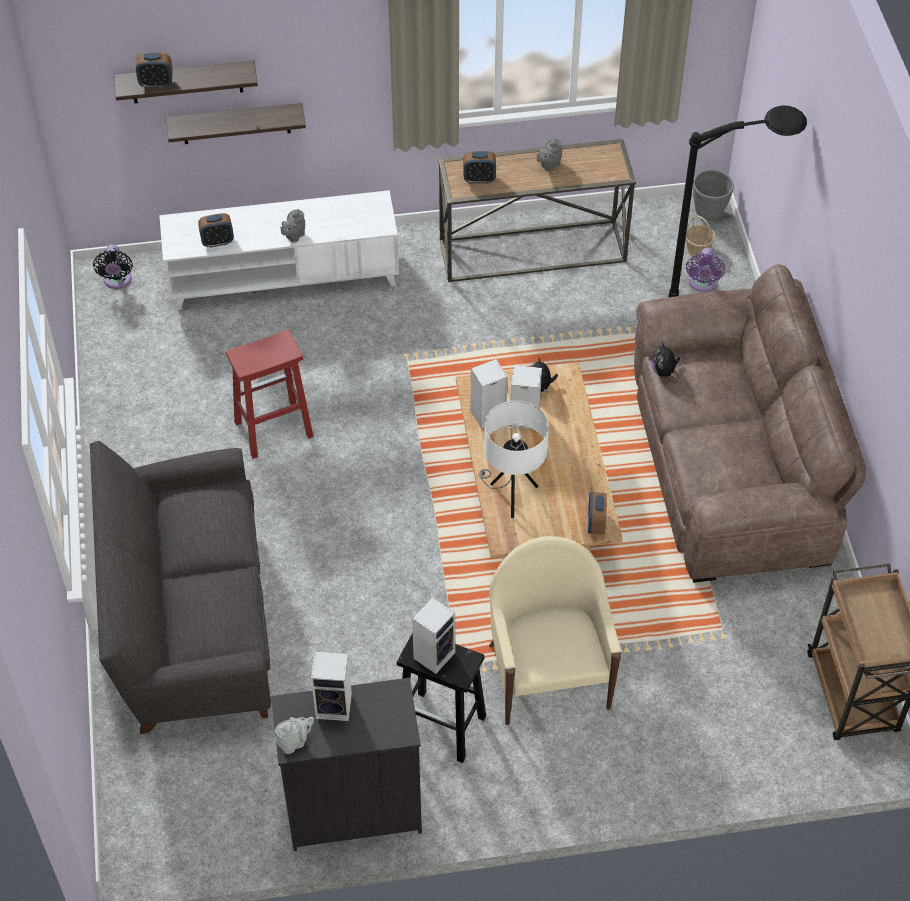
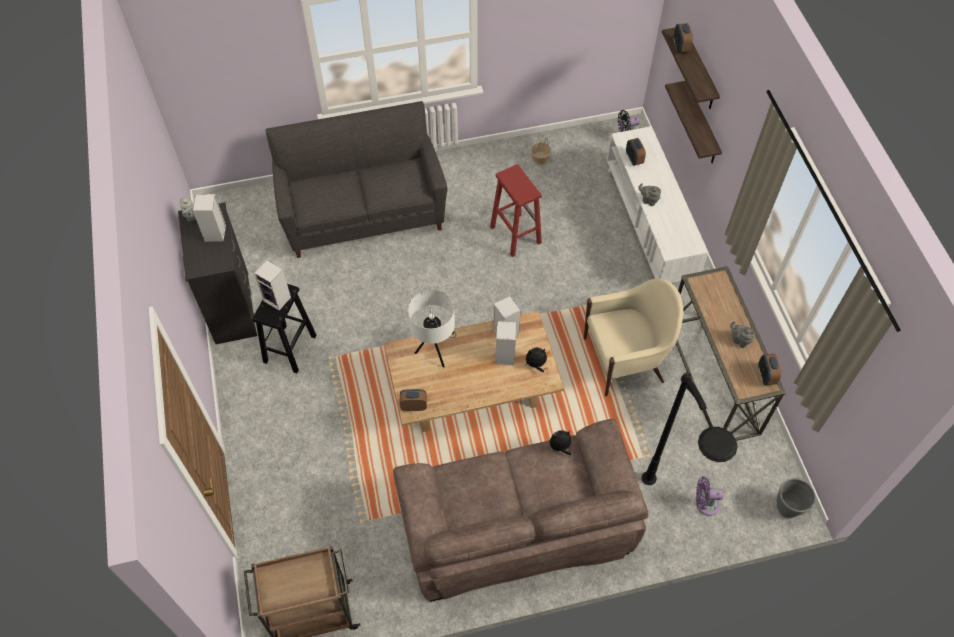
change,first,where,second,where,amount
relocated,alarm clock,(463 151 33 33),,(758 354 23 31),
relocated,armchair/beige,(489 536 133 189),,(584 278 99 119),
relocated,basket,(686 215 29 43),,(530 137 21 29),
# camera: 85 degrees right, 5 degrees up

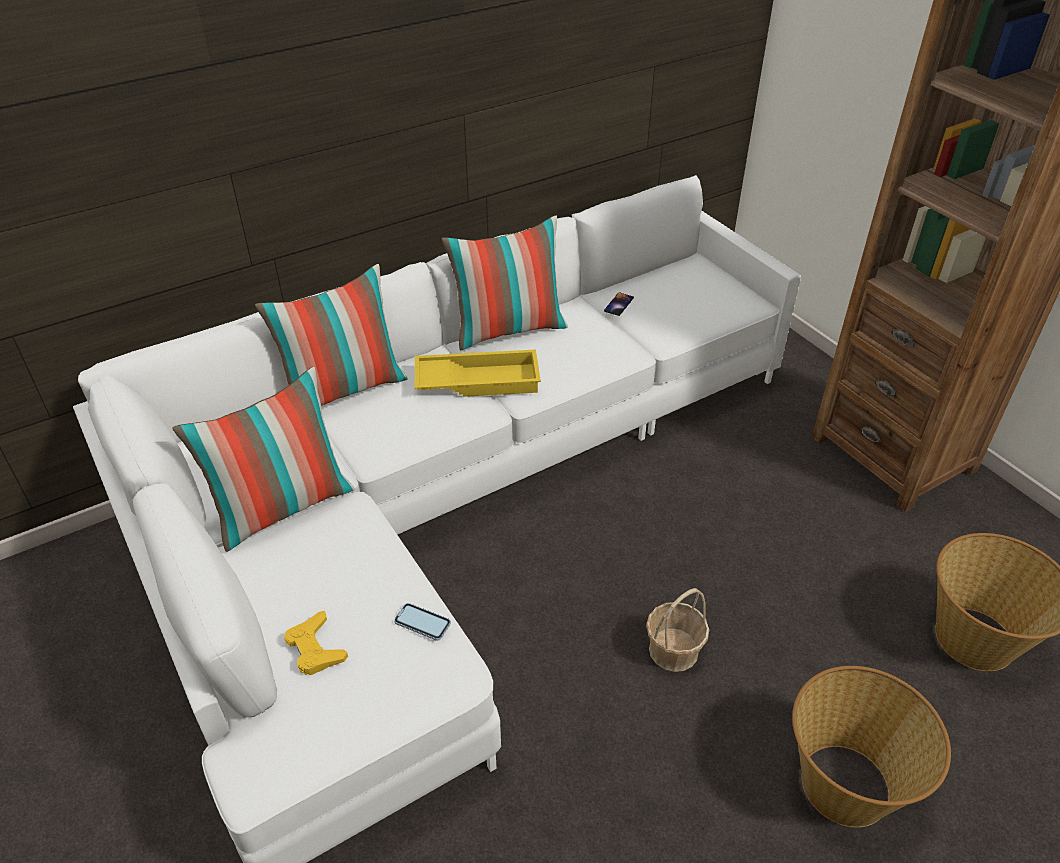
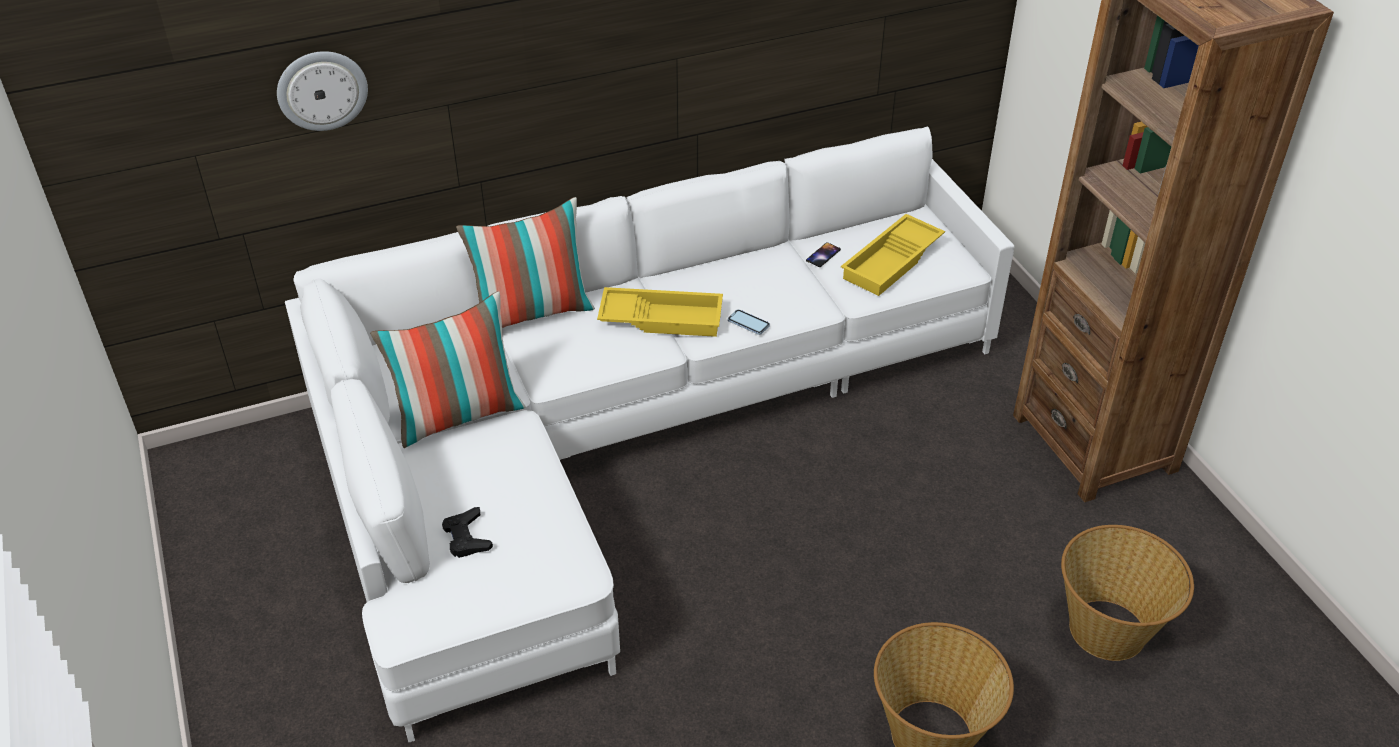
change,first,where,second,where,amount
missing,pillow,(442 216 126 134),,,
missing,basket,(646 588 63 84),,,
appeared,,,wall clock,(277 51 91 80),
appeared,,,tray/yellow,(841 214 104 82),
relocated,phone,(394 603 57 38),,(728 309 42 26),
colour,game controller/yellow,(284 611 64 64),game controller/black,(442 507 51 51),
# camera: 10 degrees right, 0 degrees up

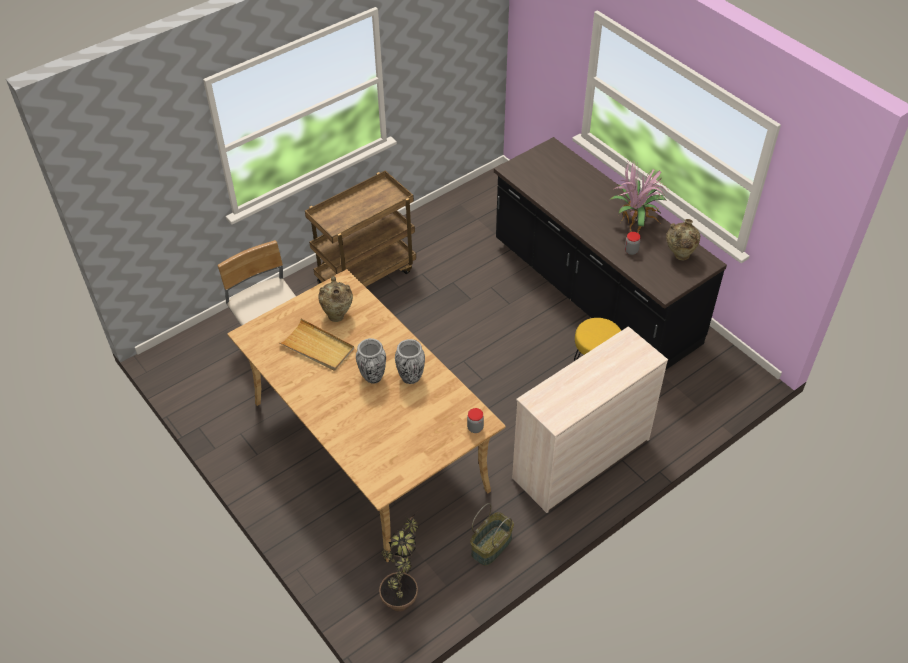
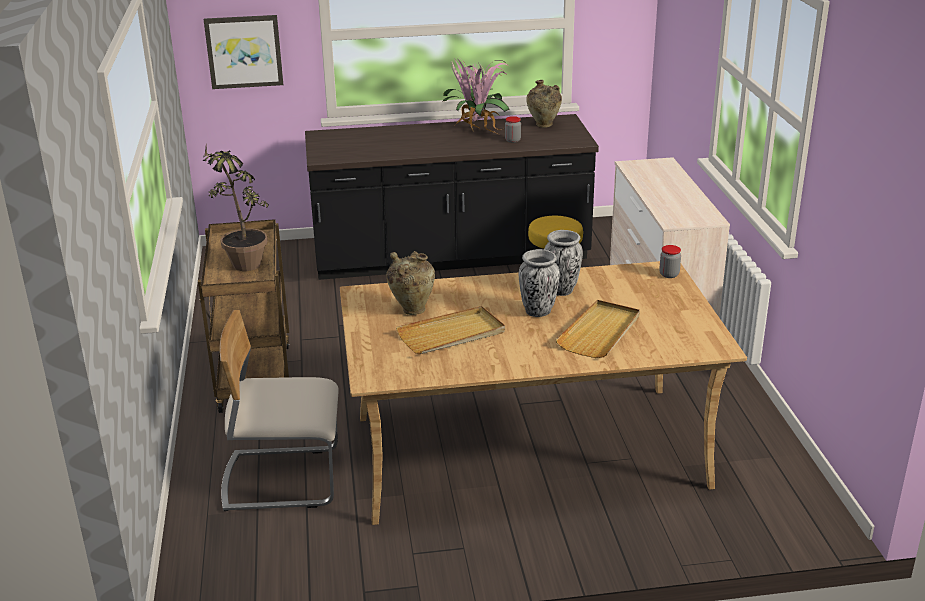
change,first,where,second,where,amount
missing,basket,(470 503 44 63),,,
appeared,,,picture,(204 15 79 74),
appeared,,,tray/beige,(556 300 84 58),
relocated,potted plant,(379 511 40 101),,(202 145 67 126),
# camera: 60 degrees left, 20 degrees down

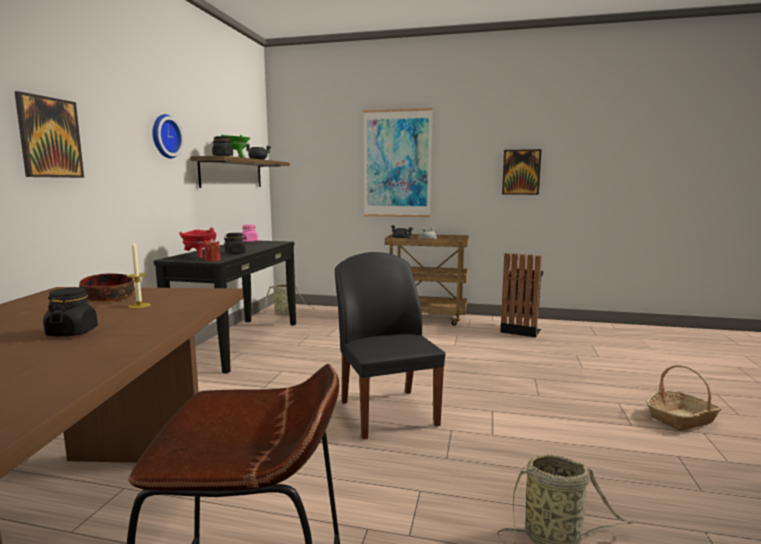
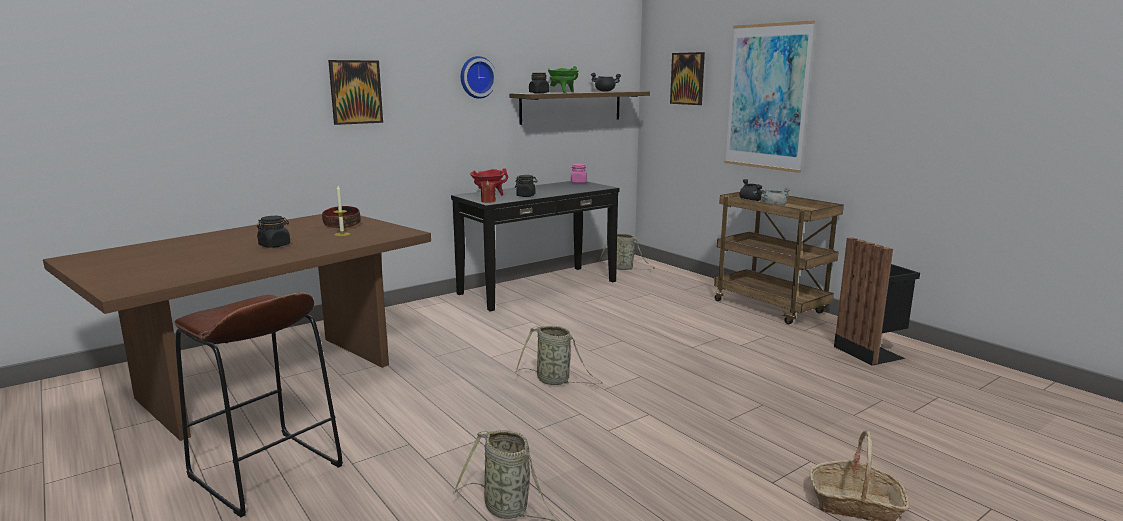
change,first,where,second,where,amount
relocated,picture,(502 149 40 46),,(670 52 35 53),
exchanged,chair/black,(335 252 110 188),basket,(515 326 88 59),
# camera: 40 degrees right, 5 degrees up

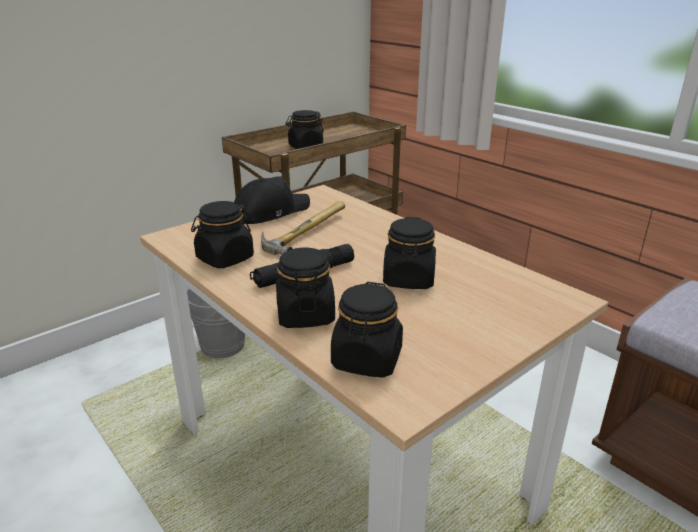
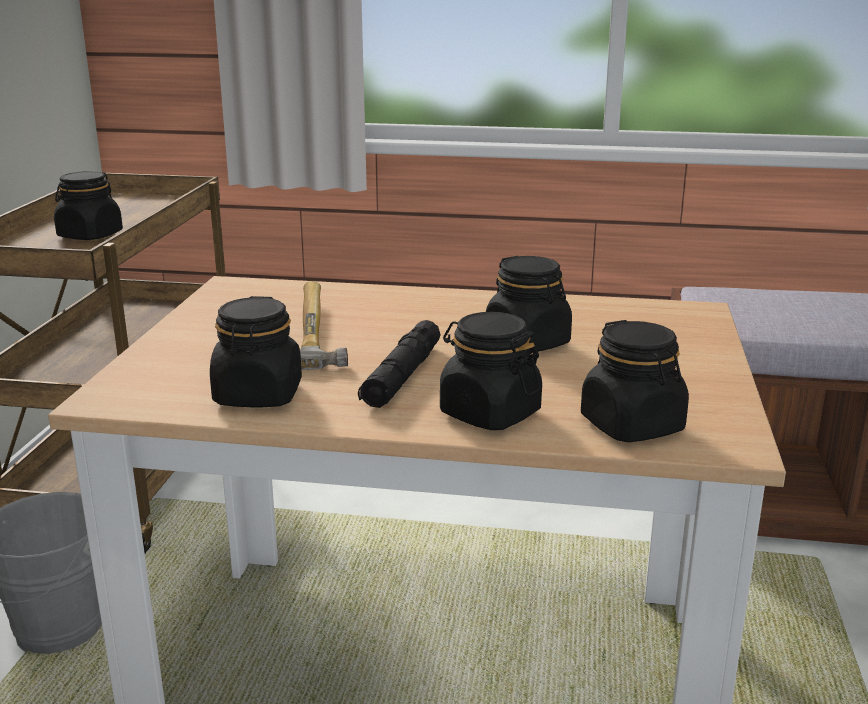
change,first,where,second,where,amount
missing,cap/black,(235 176 75 48),,,
# camera: 40 degrees left, 5 degrees down

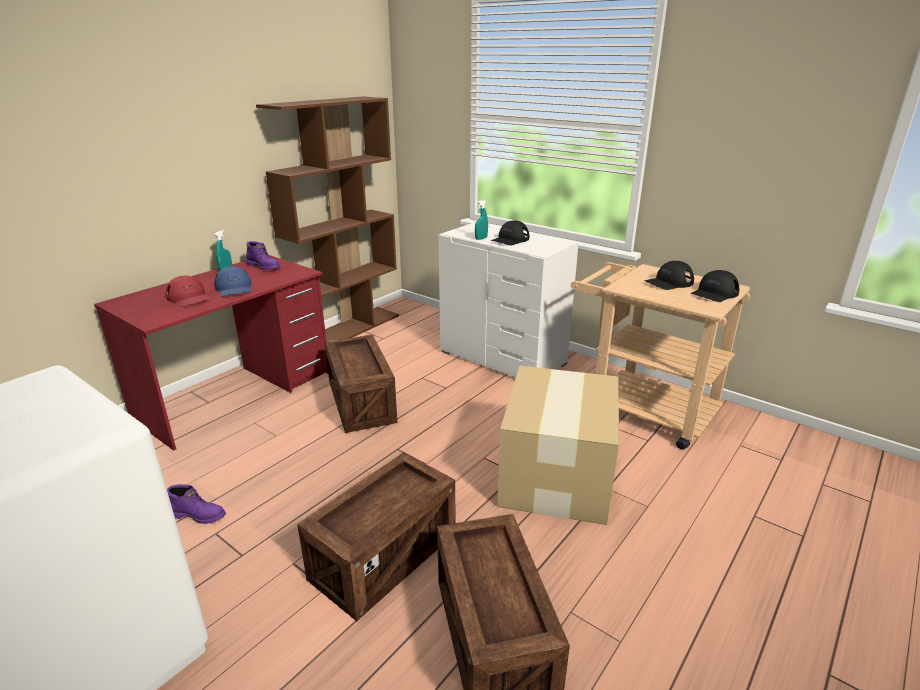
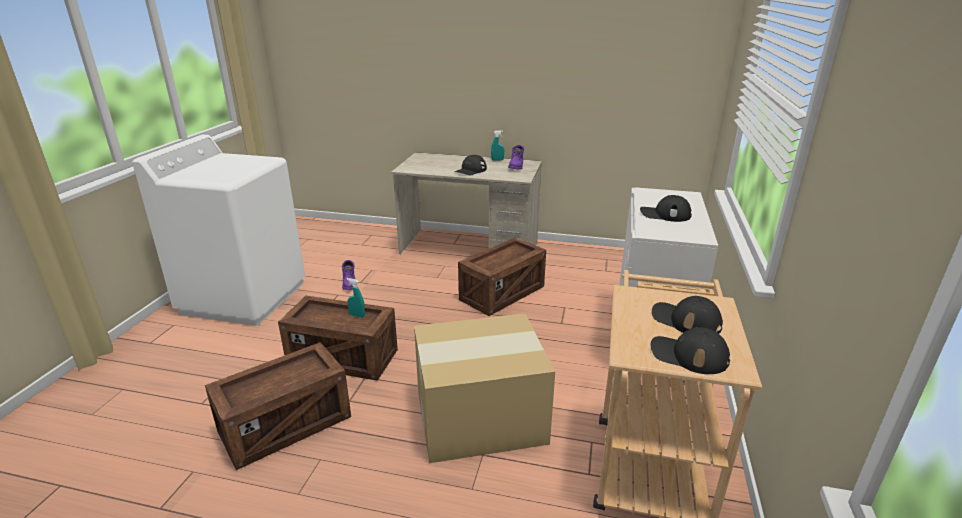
change,first,where,second,where,amount
missing,cap/red,(166 276 45 31),,,
missing,bookcase/brown,(256 97 143 244),,,
relocated,spray bottle/turquoise,(475 200 13 40),,(347 278 18 40),
colour,desk/red,(94 255 234 196),desk/beige,(391 152 151 102),
colour,cap/blue,(214 266 38 30),cap/black,(455 155 32 20),
# camera: 65 degrees right, 0 degrees up

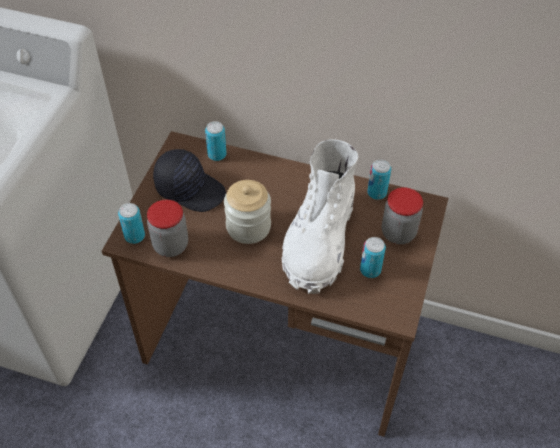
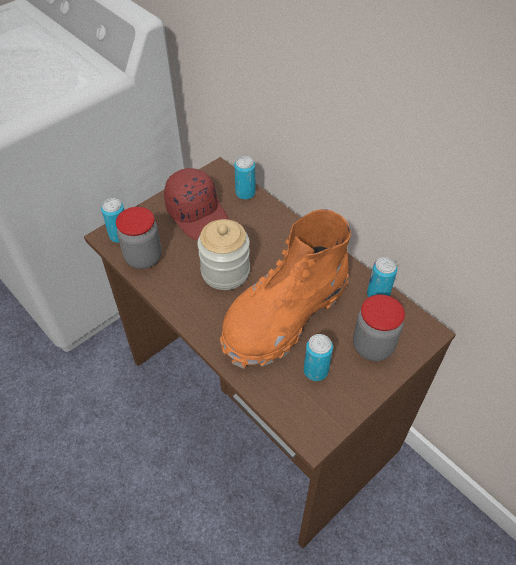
change,first,where,second,where,amount
colour,cap/black,(153 149 73 63),cap/red,(164 168 65 72),
colour,boot/white,(281 139 77 155),boot/orange,(220 209 131 160),
# camera: 30 degrees right, 0 degrees up

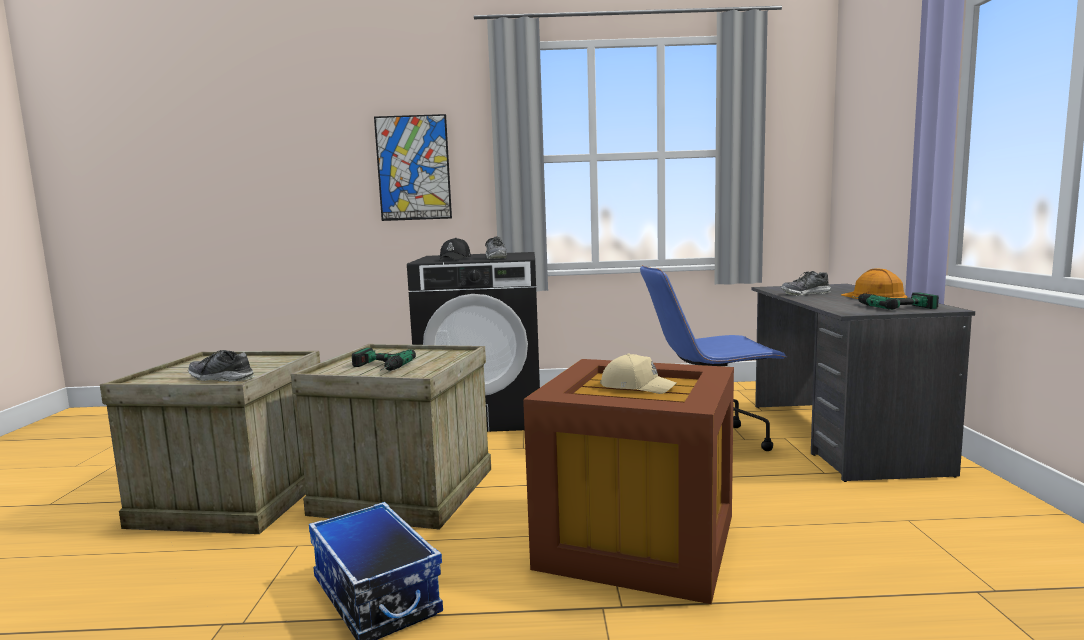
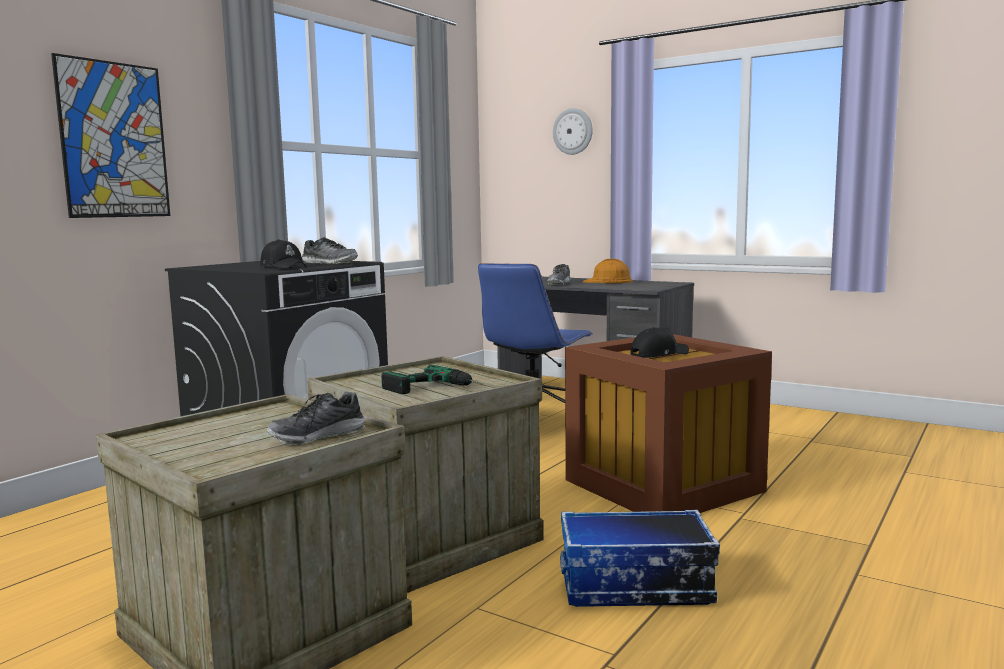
change,first,where,second,where,amount
missing,power drill,(852 292 87 18),,,
appeared,,,wall clock,(553 108 40 47),
colour,cap/beige,(600 353 77 41),cap/black,(630 327 59 31),
# camera: 55 degrees left, 0 degrees up

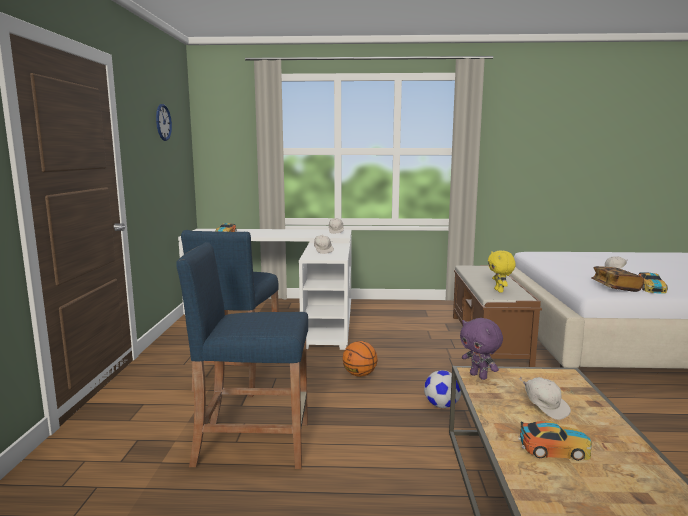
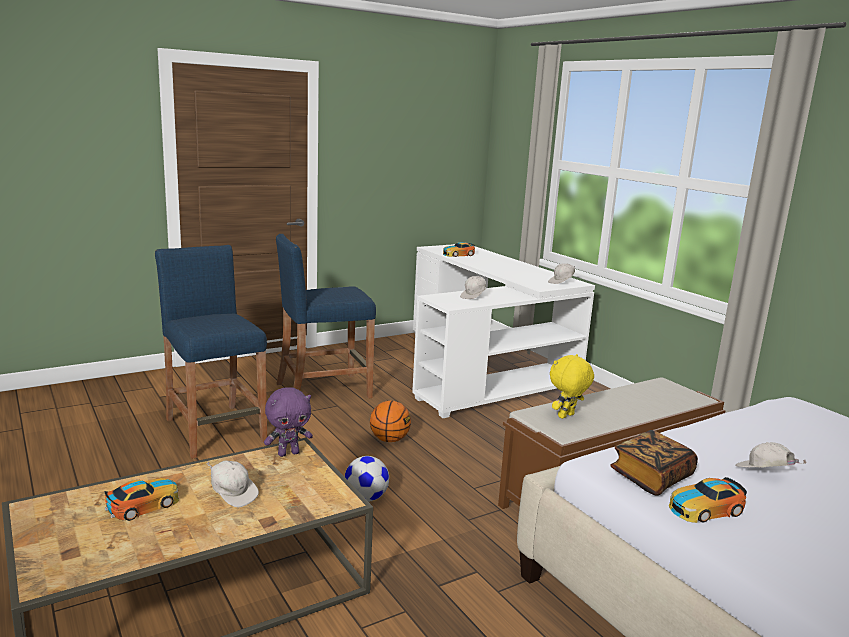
change,first,where,second,where,amount
missing,wall clock,(156 104 16 37),,,
spun,plush toy/purple,(460 318 43 62),,(264 387 49 70),135 degrees counterclockwise
spun,toy car,(518 420 74 41),,(105 478 74 43),105 degrees counterclockwise
spun,cap/white,(519 377 52 43),,(206 461 53 47),75 degrees counterclockwise
# camera: 55 degrees right, 5 degrees up

